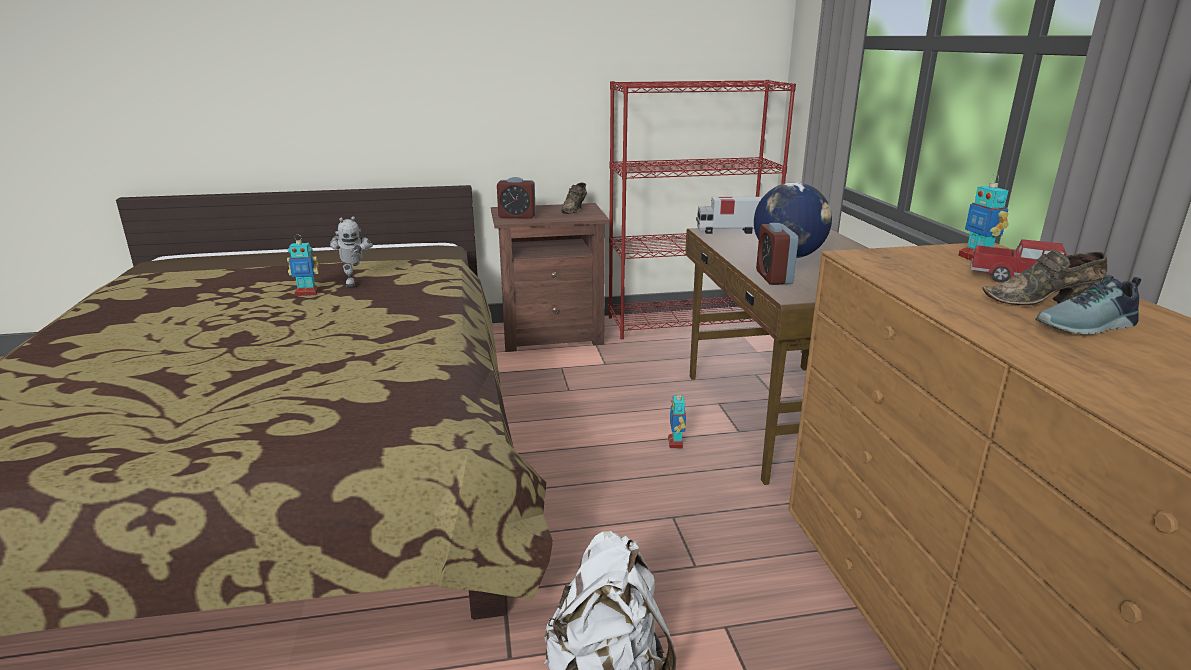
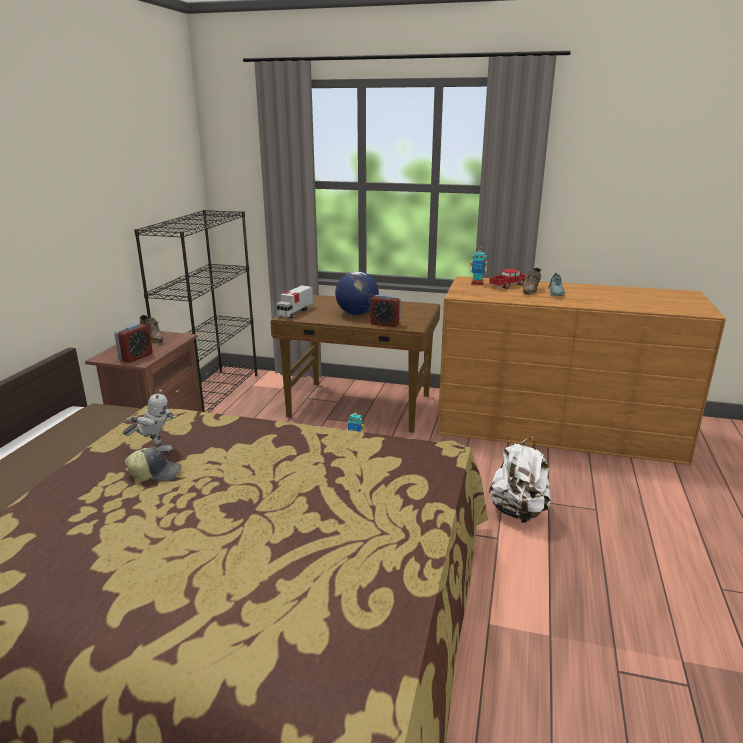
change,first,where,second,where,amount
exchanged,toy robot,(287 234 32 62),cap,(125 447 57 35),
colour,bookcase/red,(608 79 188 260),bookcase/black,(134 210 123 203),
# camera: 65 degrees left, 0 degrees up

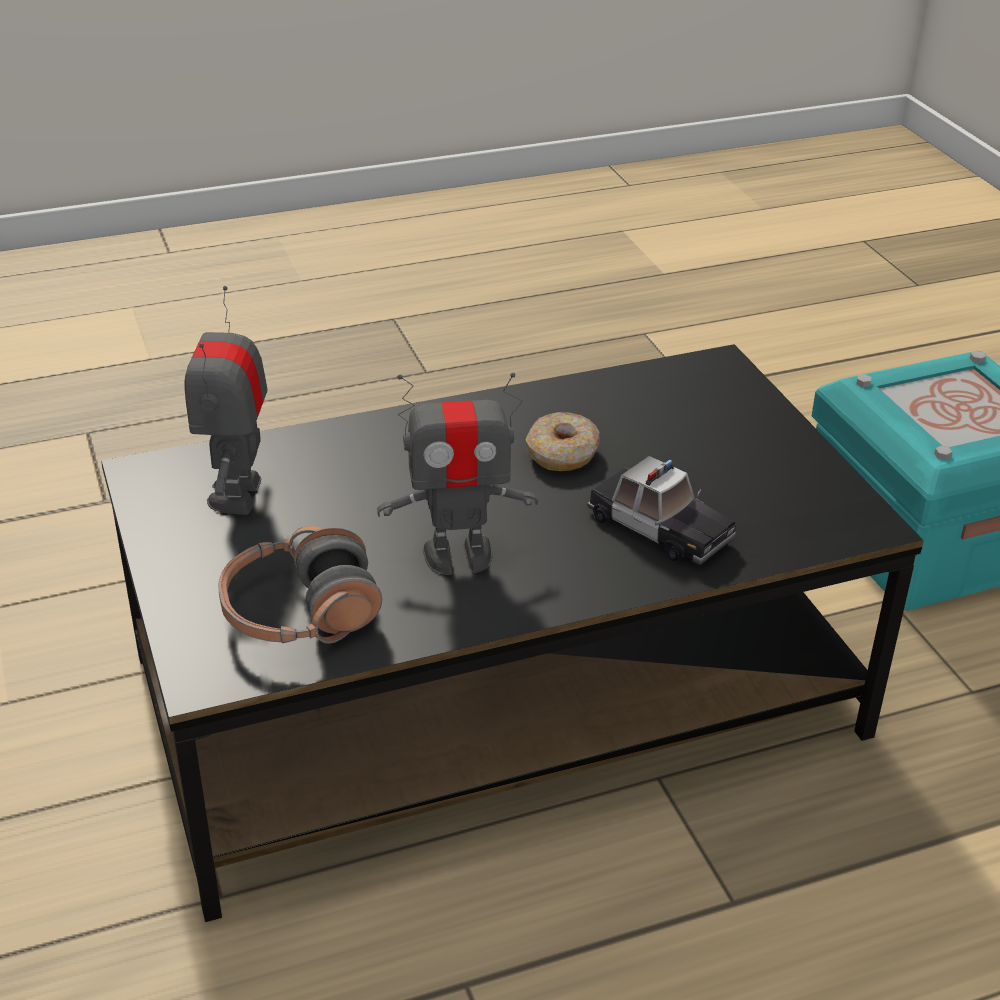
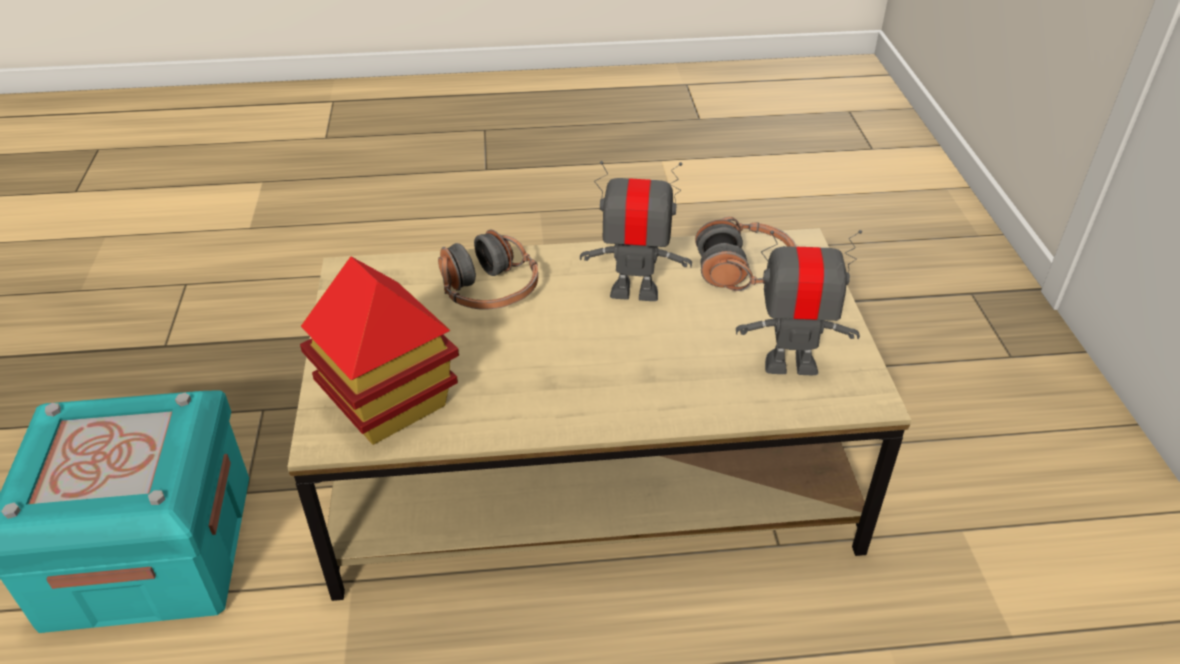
change,first,where,second,where,amount
missing,donut,(525 412 75 59),,,
appeared,,,toy house,(300 257 159 188),
exchanged,toy car,(587 456 150 109),headphones,(438 230 100 80),
colour,coffee table/black,(101 344 822 578),coffee table/beige,(287 228 624 373),
spun,toy robot,(184 286 84 229),,(736 230 126 145),105 degrees counterclockwise
# camera: 165 degrees left, 5 degrees up

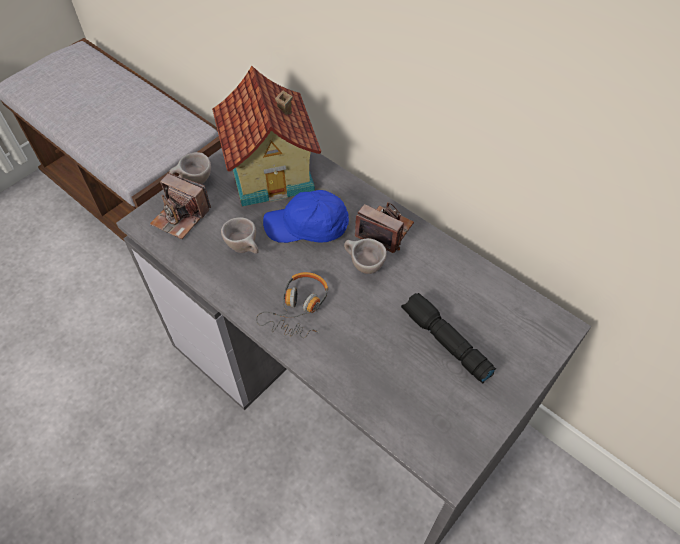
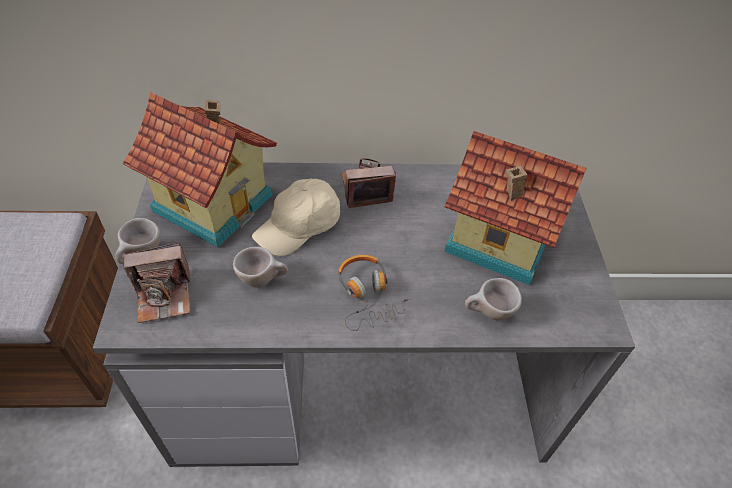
change,first,where,second,where,amount
relocated,cup/beige,(344 238 43 36),,(465 278 57 42),
exchanged,flashlight/black,(401 293 95 90),toy house,(444 131 143 154),
colour,cap/blue,(263 190 86 53),cap/beige,(252 178 88 78),
# camera: 45 degrees left, 5 degrees down

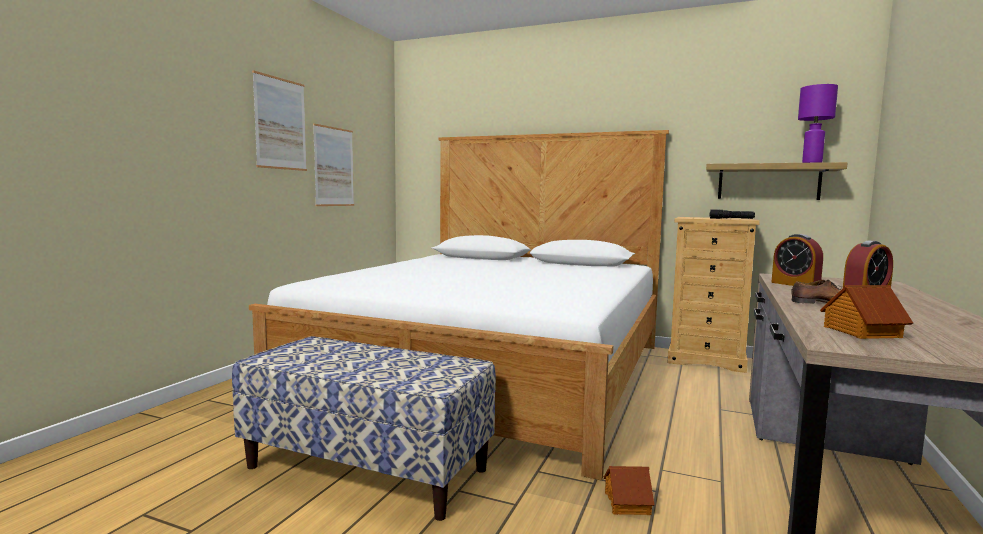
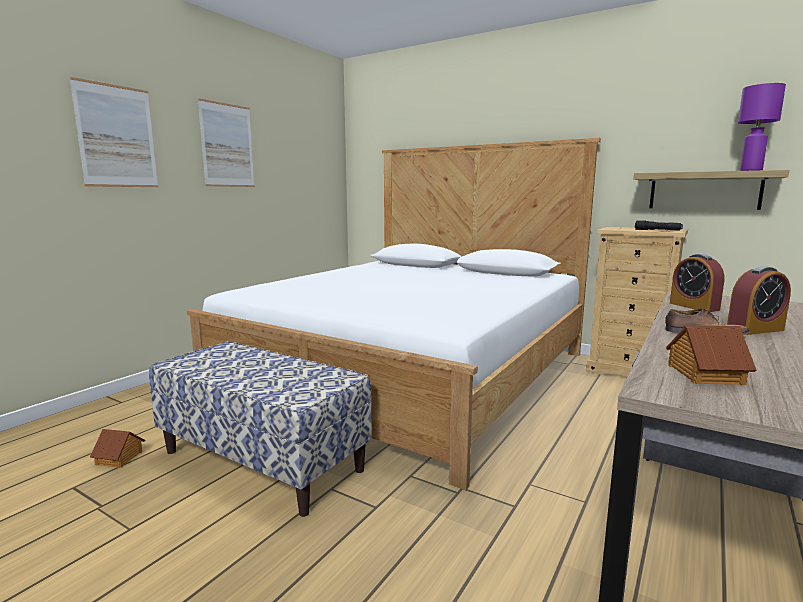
change,first,where,second,where,amount
relocated,picture,(313 123 41 83),,(69 77 89 110),
relocated,toy house,(604 466 51 49),,(90 429 55 39),
# camera: 10 degrees right, 5 degrees up

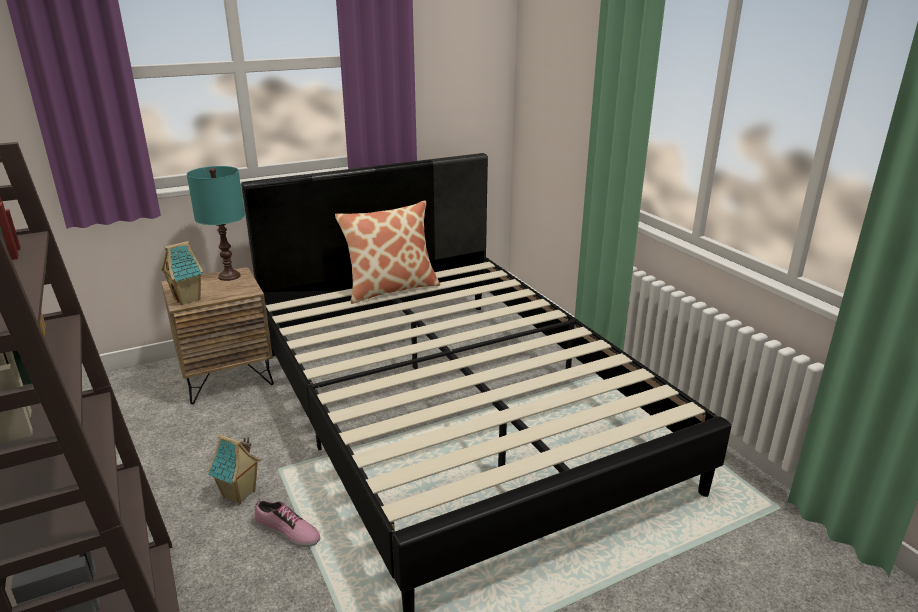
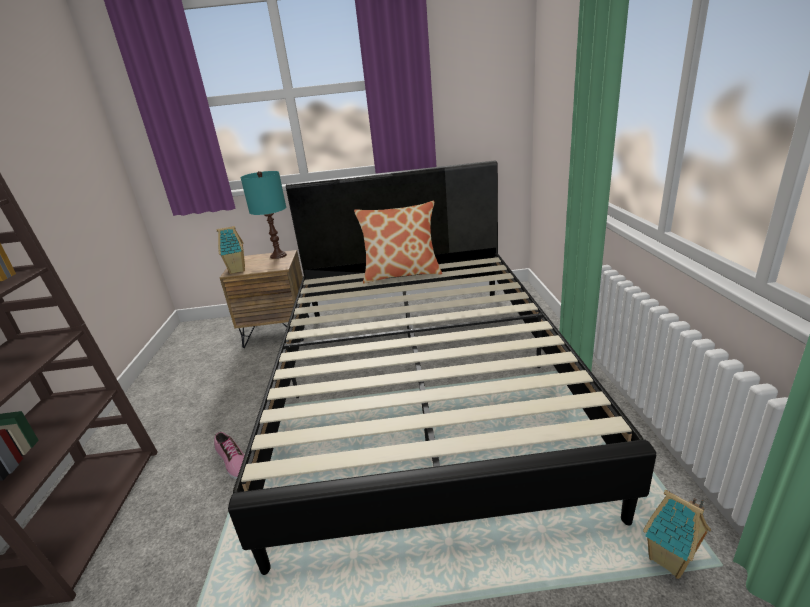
change,first,where,second,where,amount
relocated,toy house,(207 434 54 71),,(643 490 68 89),
# camera: 25 degrees right, 0 degrees up

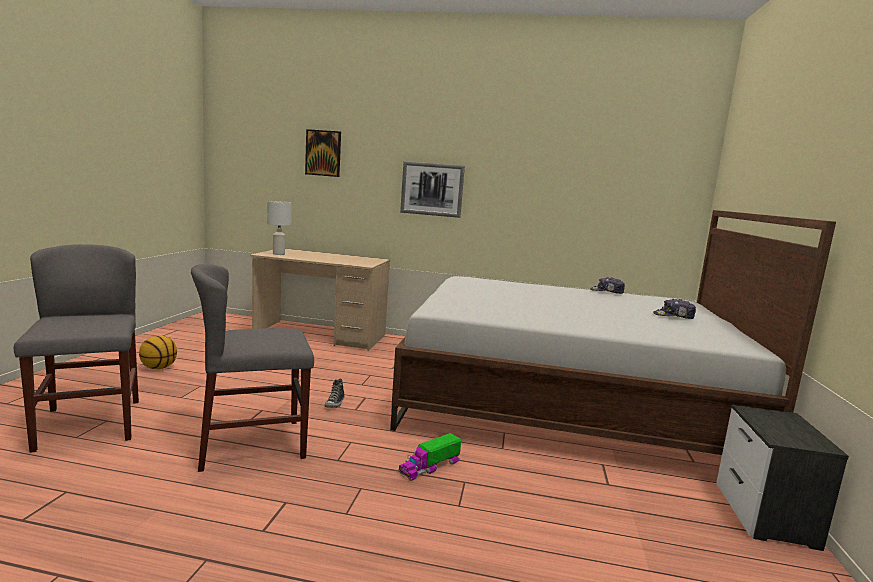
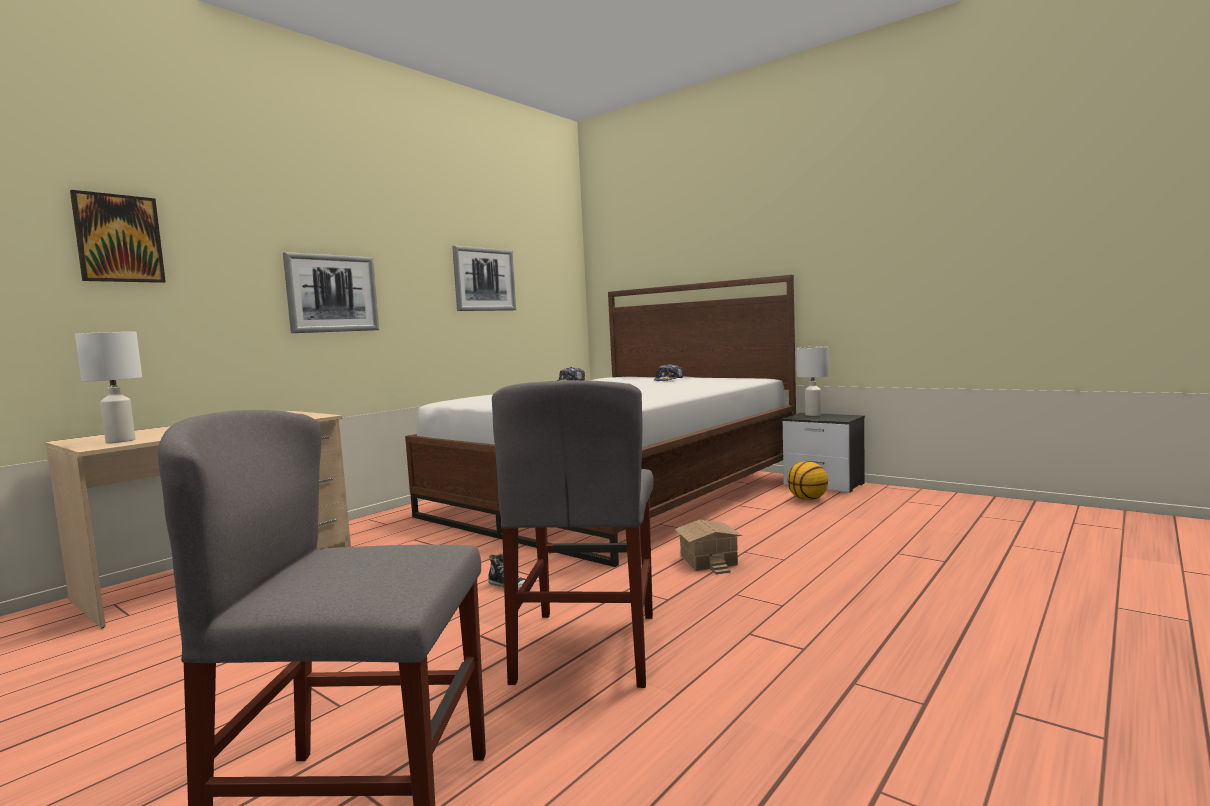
change,first,where,second,where,amount
appeared,,,picture,(452 246 64 65),
appeared,,,table lamp/white,(797 346 32 70),
relocated,basketball,(139 336 38 33),,(787 461 41 39),
exchanged,toy truck,(399 433 62 48),toy house,(675 520 67 55),
# camera: 60 degrees left, 5 degrees down

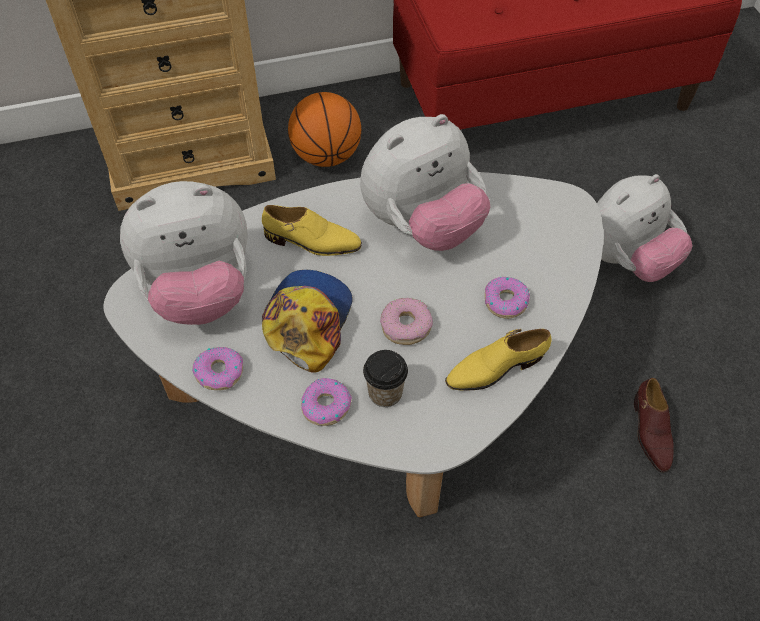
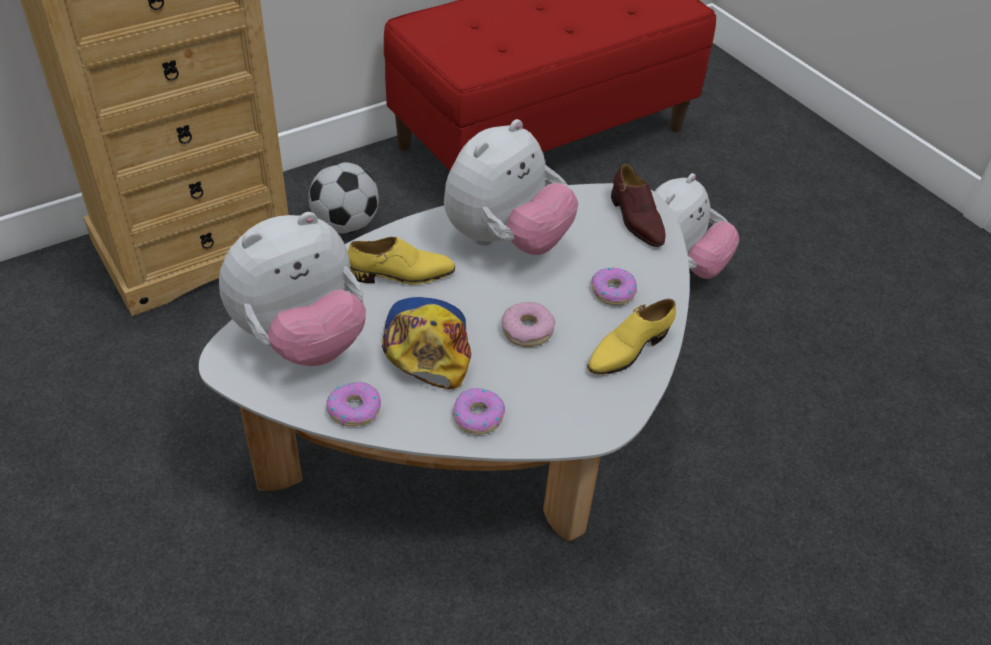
change,first,where,second,where,amount
missing,cup,(363 350 45 57),,,
relocated,shoe/brown,(634 378 39 94),,(611 164 55 83),
exchanged,basketball,(288 92 73 75),football,(309 162 70 72),
# camera: 20 degrees left, 10 degrees down

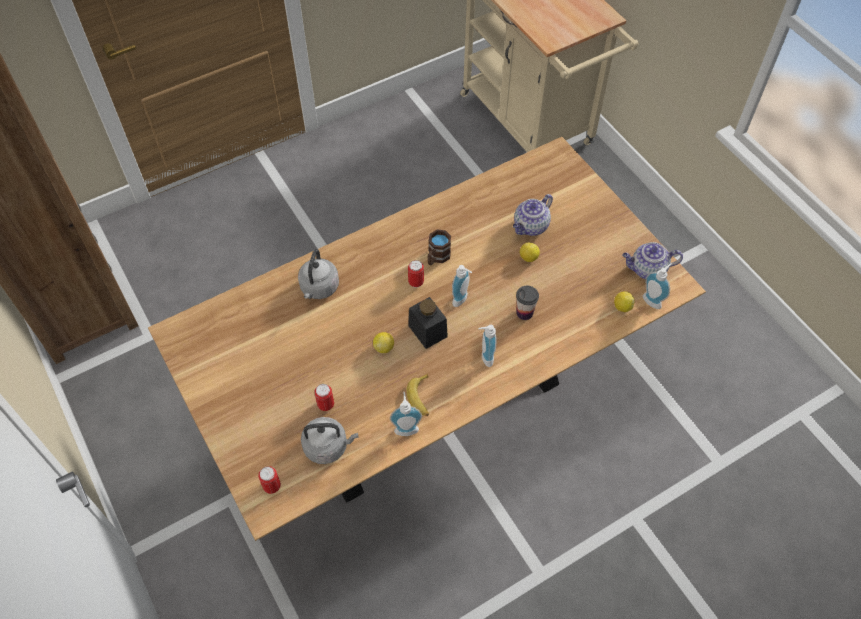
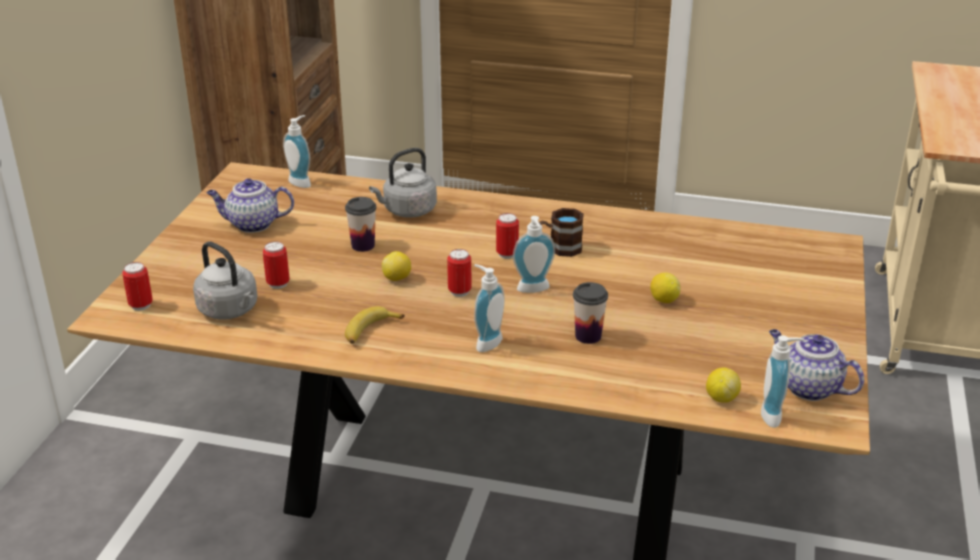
change,first,where,second,where,amount
appeared,,,cup,(345 197 31 55),
relocated,soap dispenser,(390 392 32 44),,(283 115 28 73),
relocated,teapot,(513 194 40 42),,(207 178 87 55),
exchanged,jar/black,(408 297 40 52),can,(447 249 25 48),
# camera: 45 degrees right, 25 degrees down

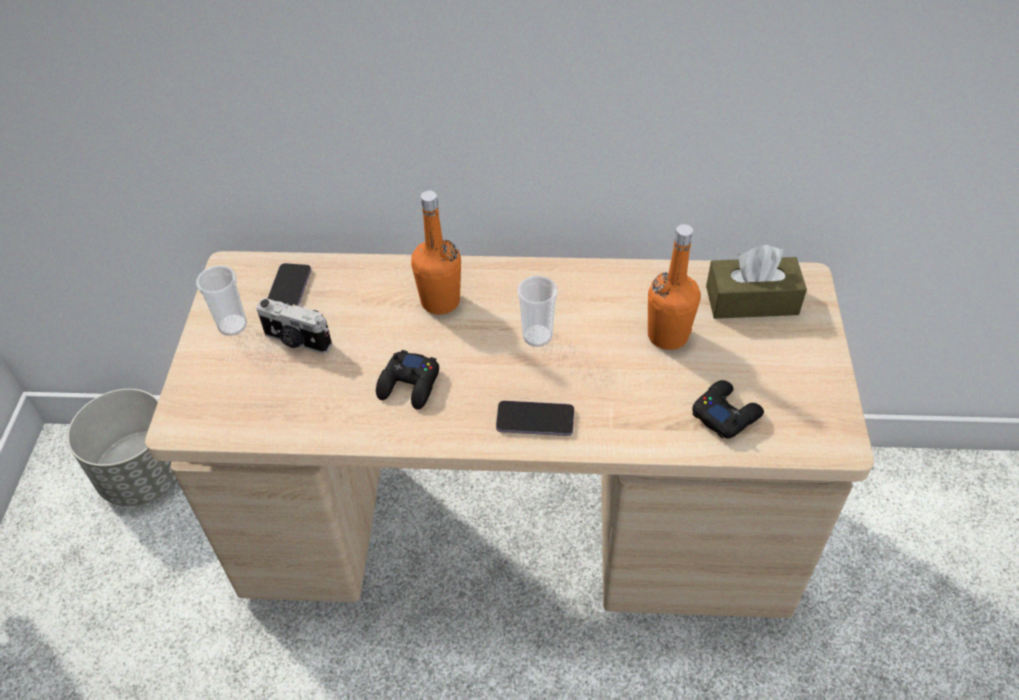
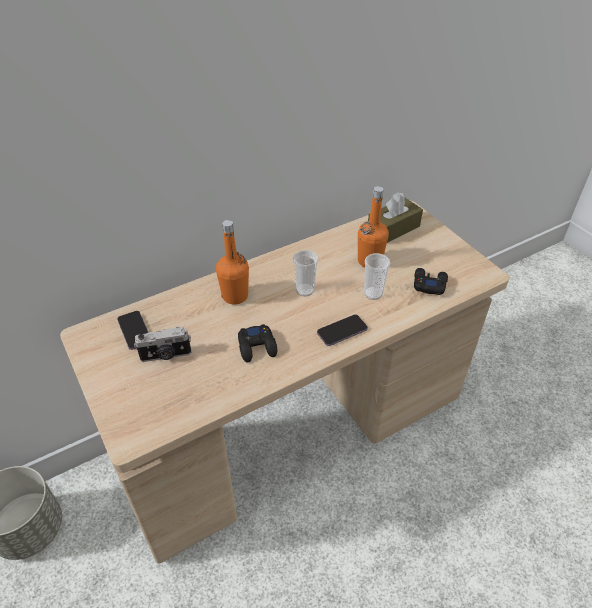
change,first,where,second,where,amount
relocated,cup,(196 265 51 71),,(364 253 26 47),
# camera: 35 degrees left, 5 degrees down

